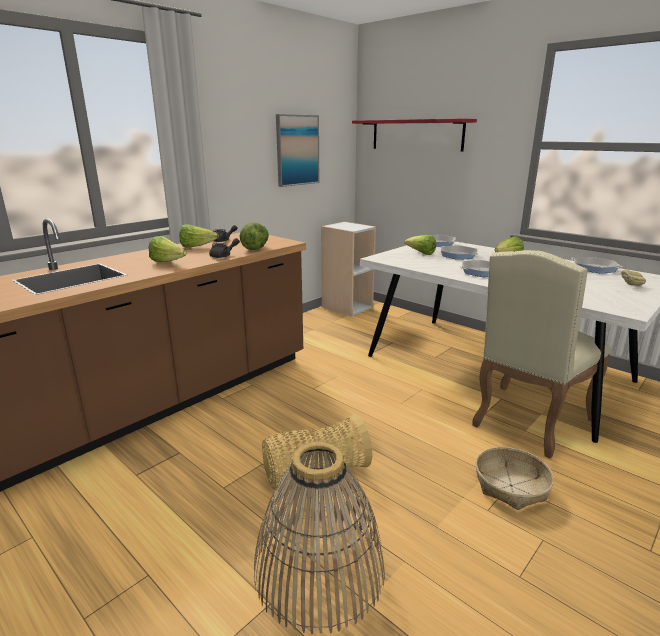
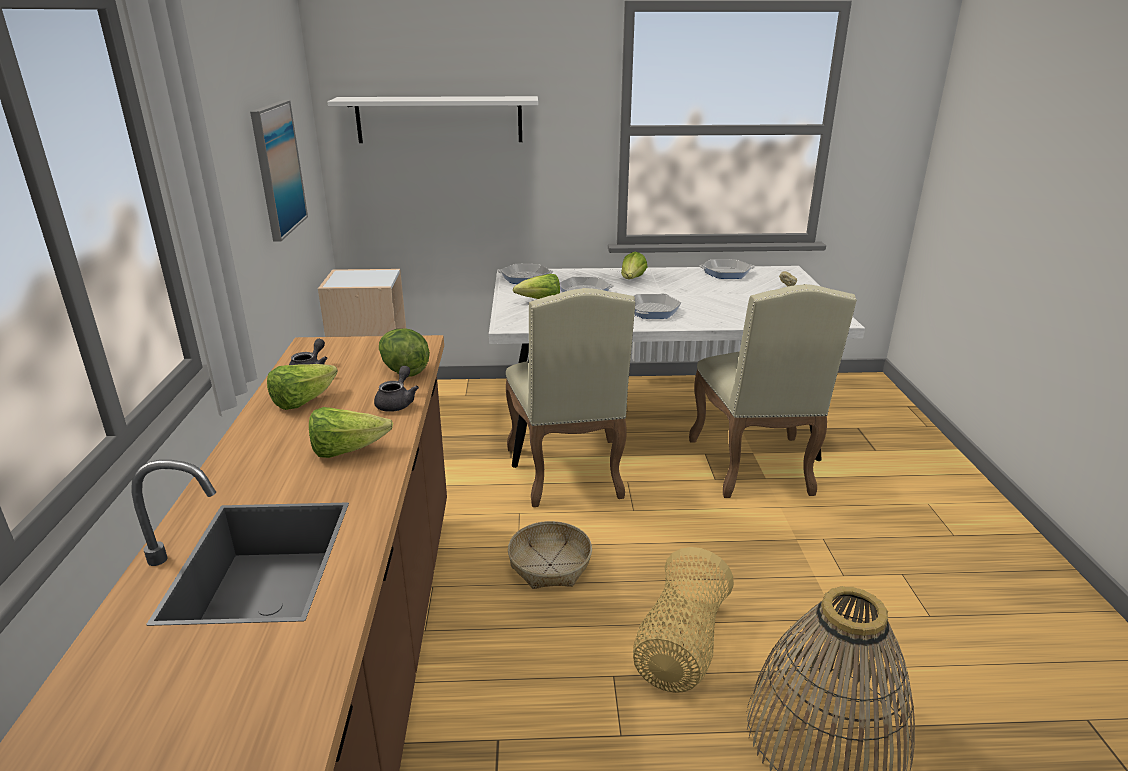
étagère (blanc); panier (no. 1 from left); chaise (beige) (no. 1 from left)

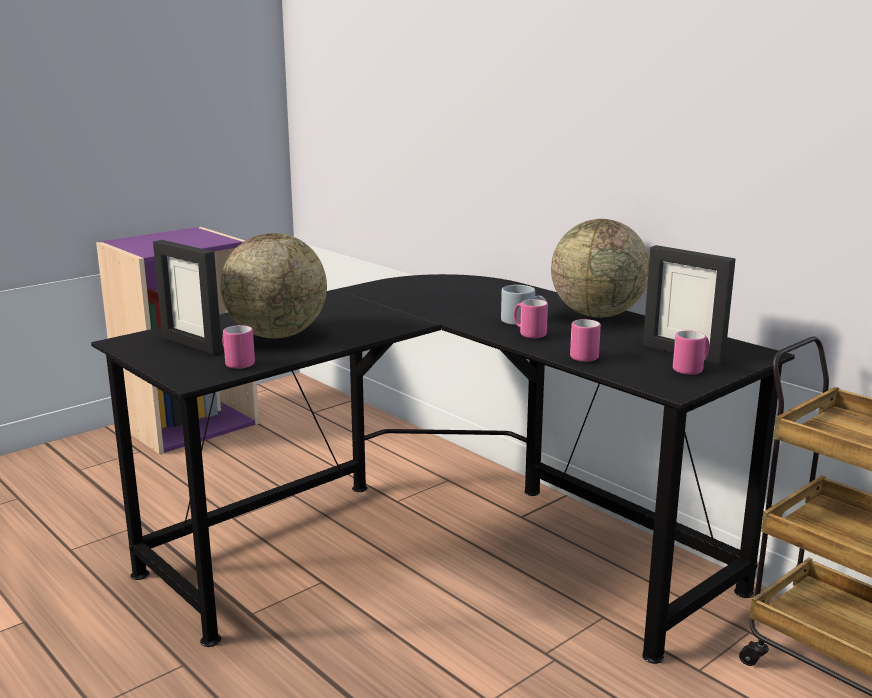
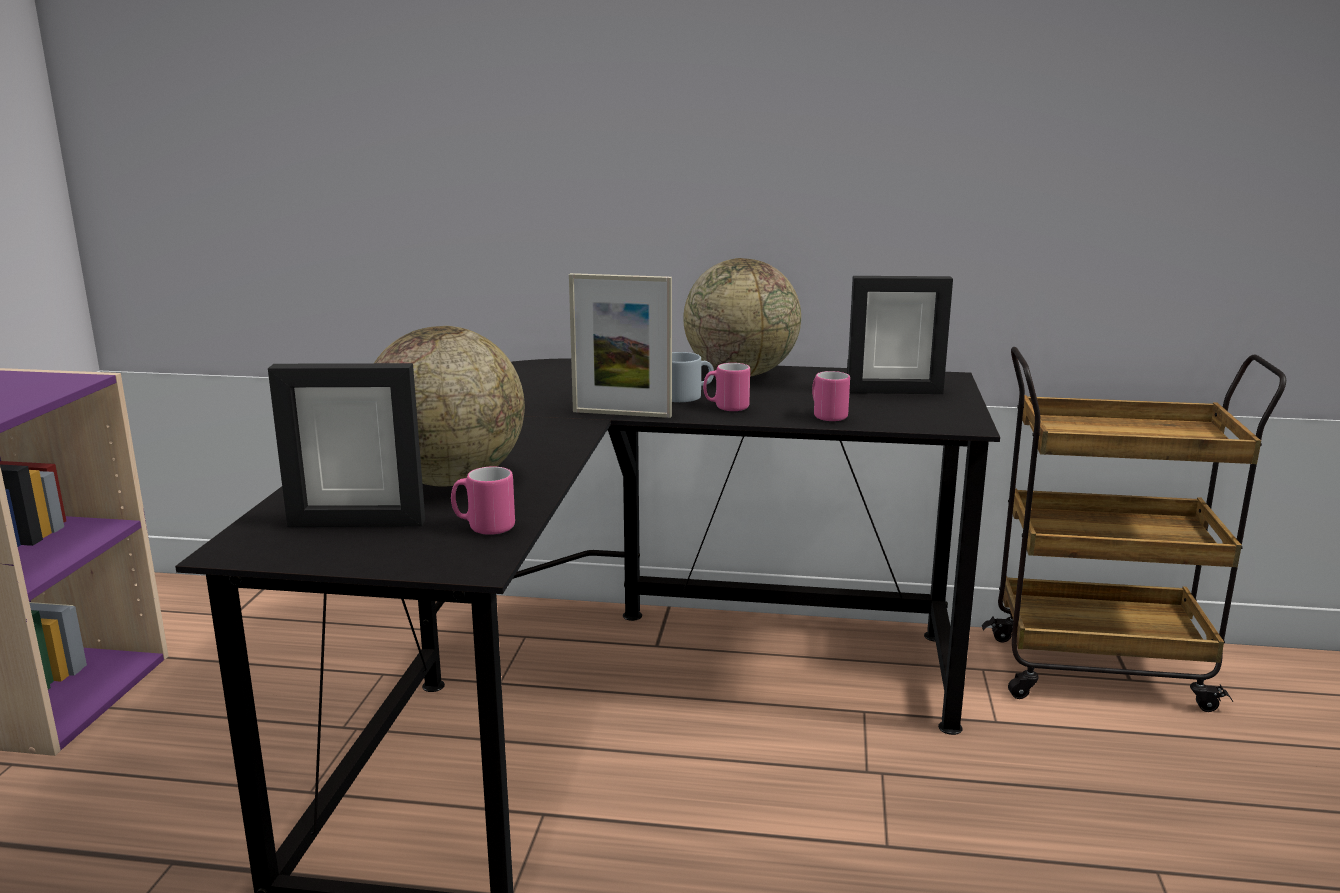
mug (rose) (no. 4 from left in the first image); cadre photo (no. 2 from left)

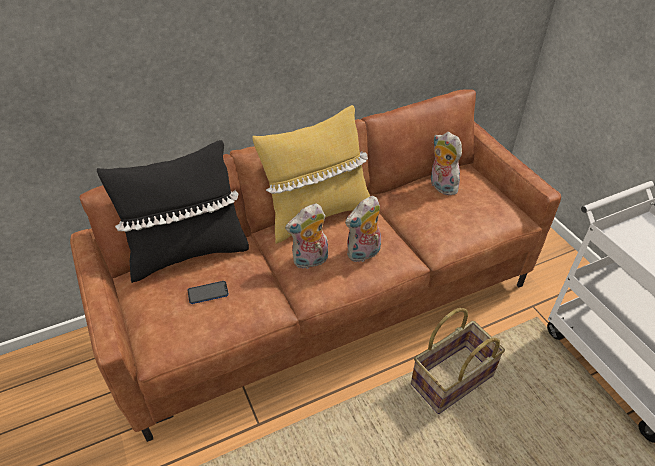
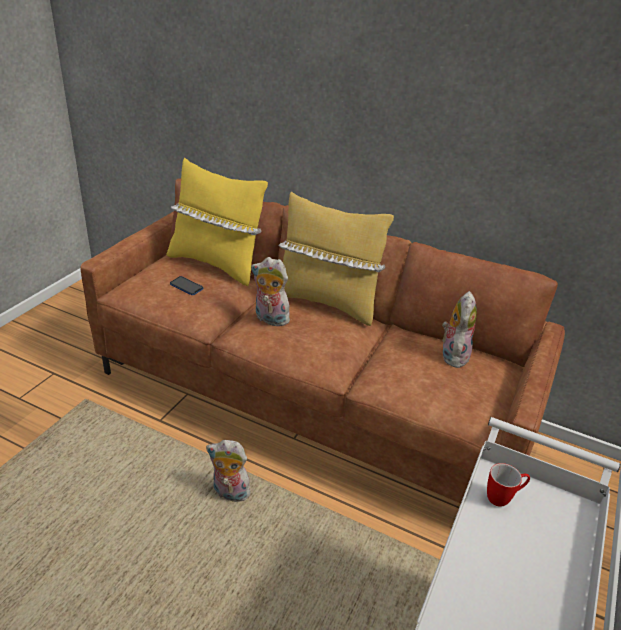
coussin (jaune) (no. 1 from left); peluche (no. 1 from left); panier; mug

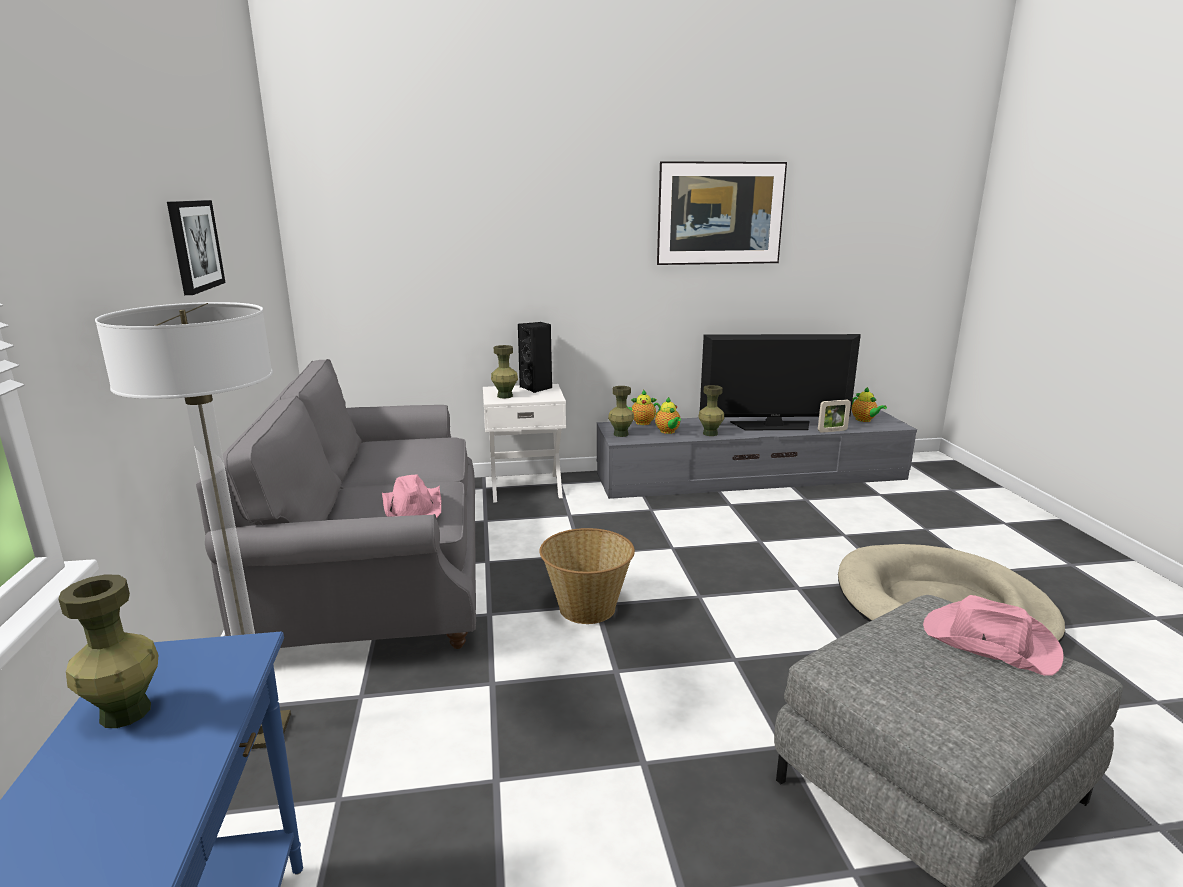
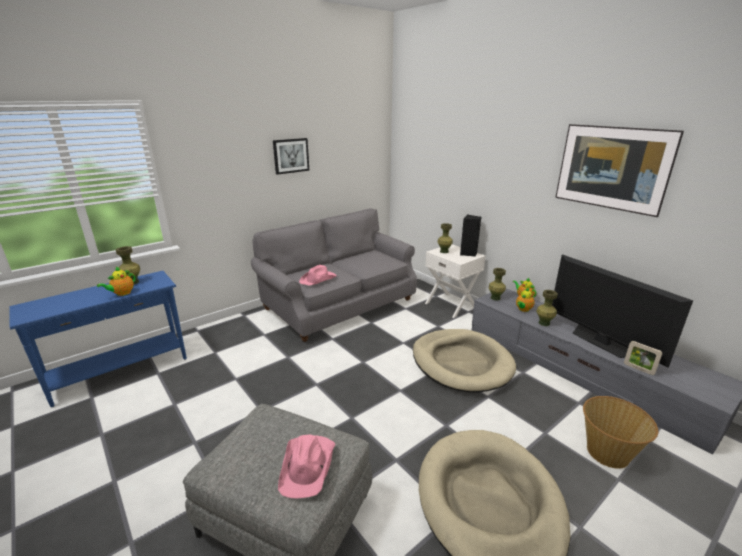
lampadaire; théière (no. 1 from left); panier; panier pour chien (beige) (no. 1 from left)

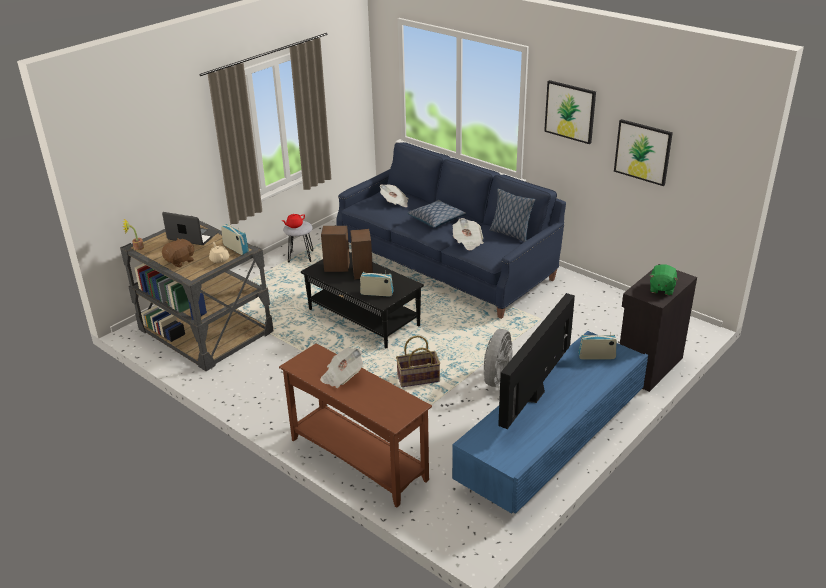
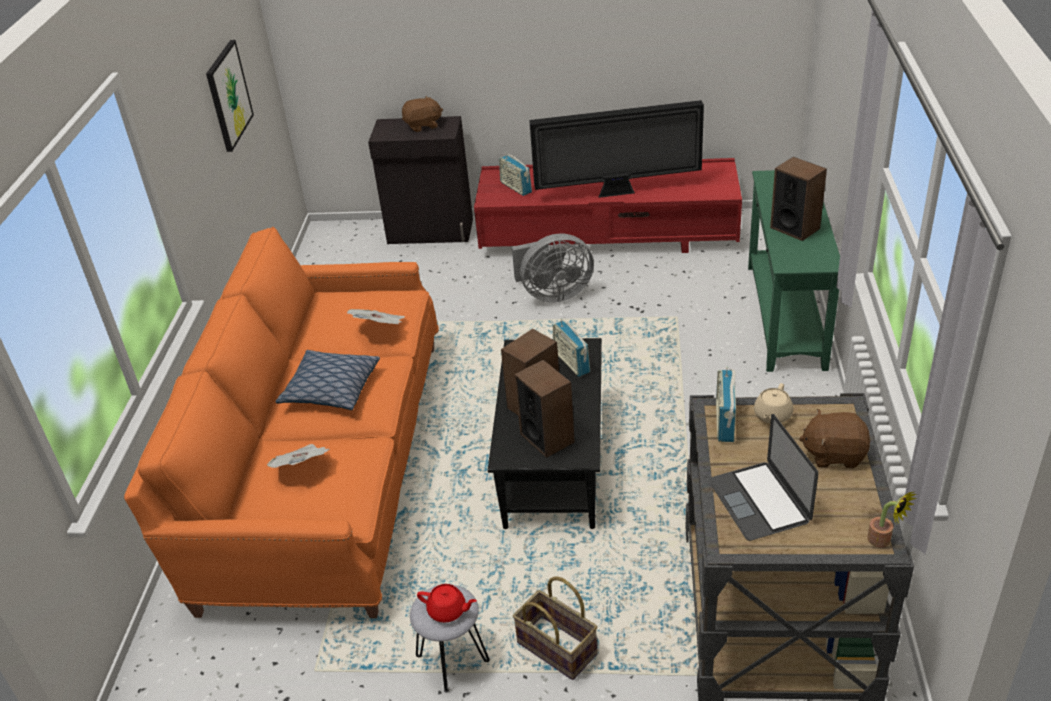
tableau (no. 1 from left in the first image); canapé (orange); coussin (no. 2 from left in the first image); peluche (marron) (no. 1 from left); meuble télé (rouge); panier; table console (vert); enceinte (no. 3 from left)

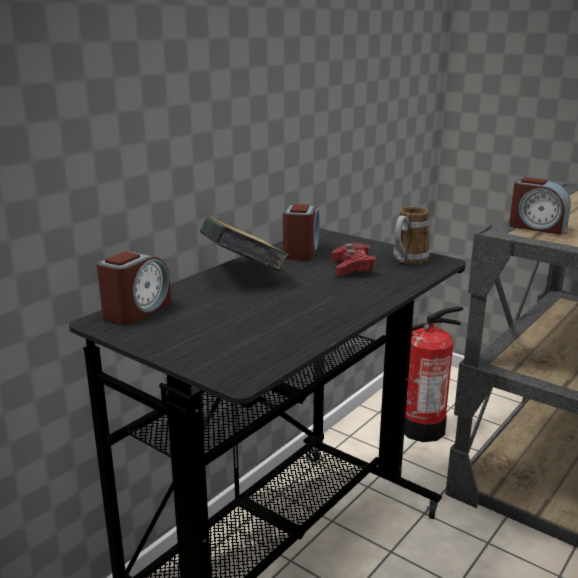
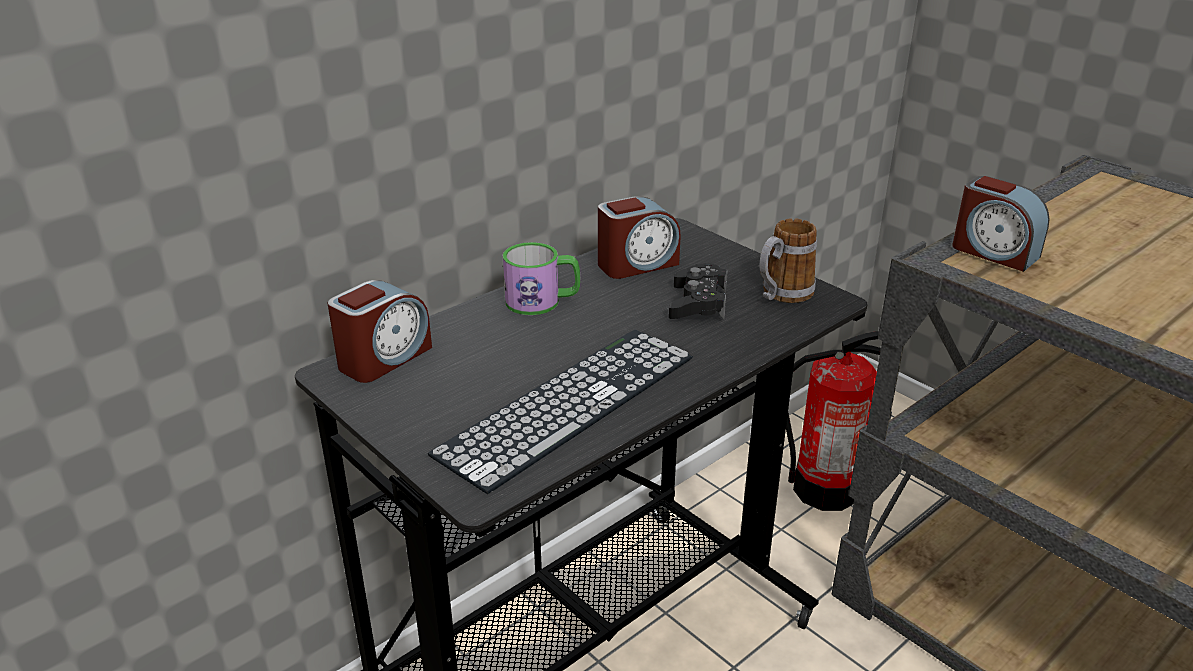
réveil (no. 2 from left); mug (no. 1 from left); manette (noir); clavier

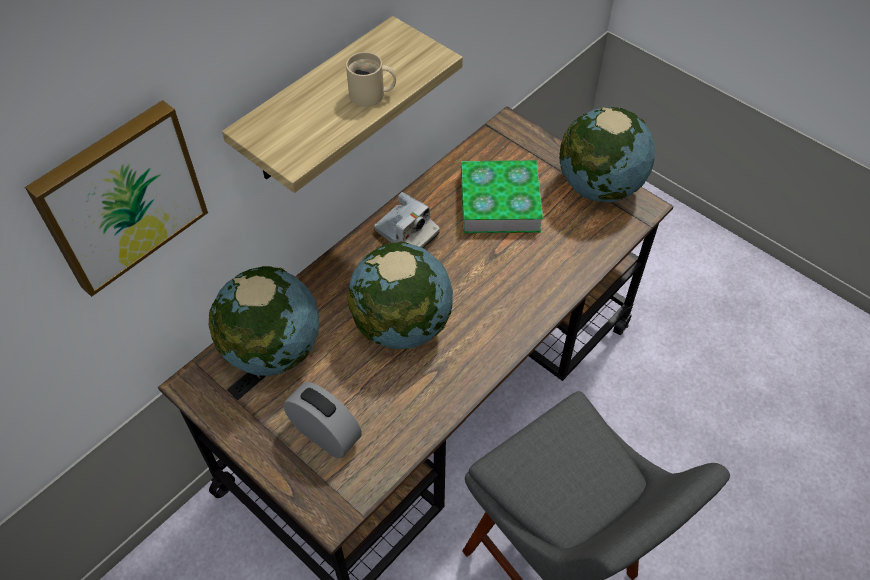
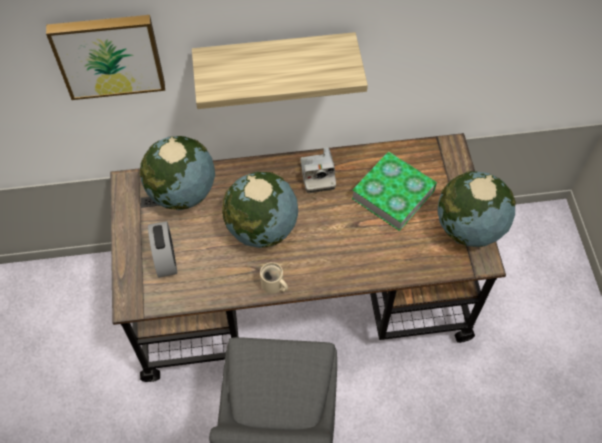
mug (beige)

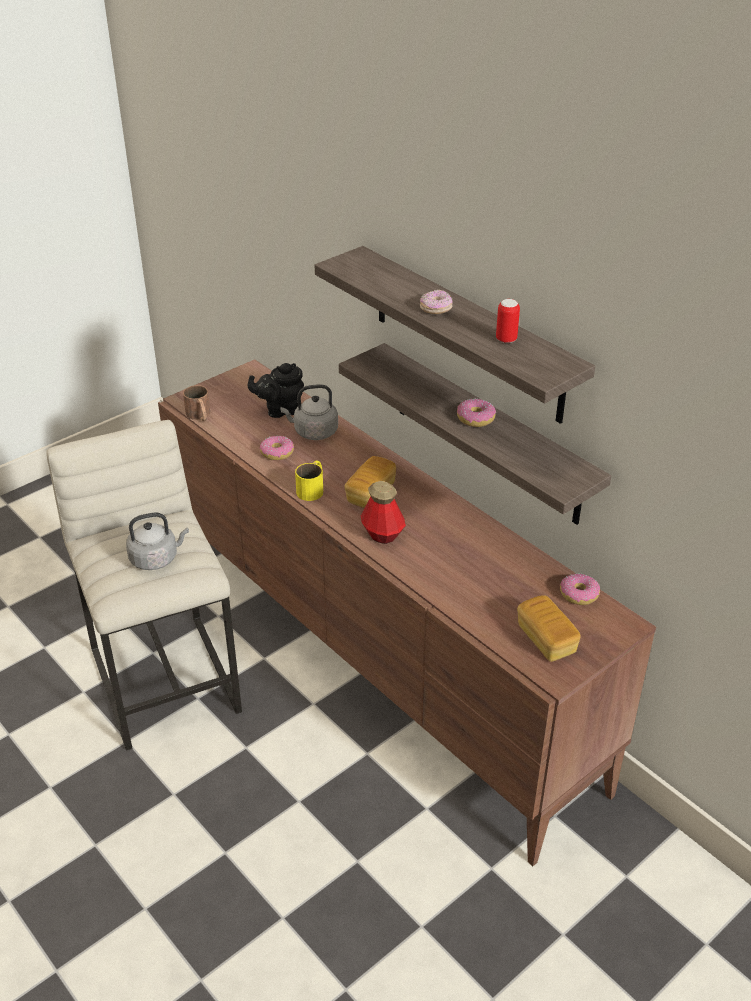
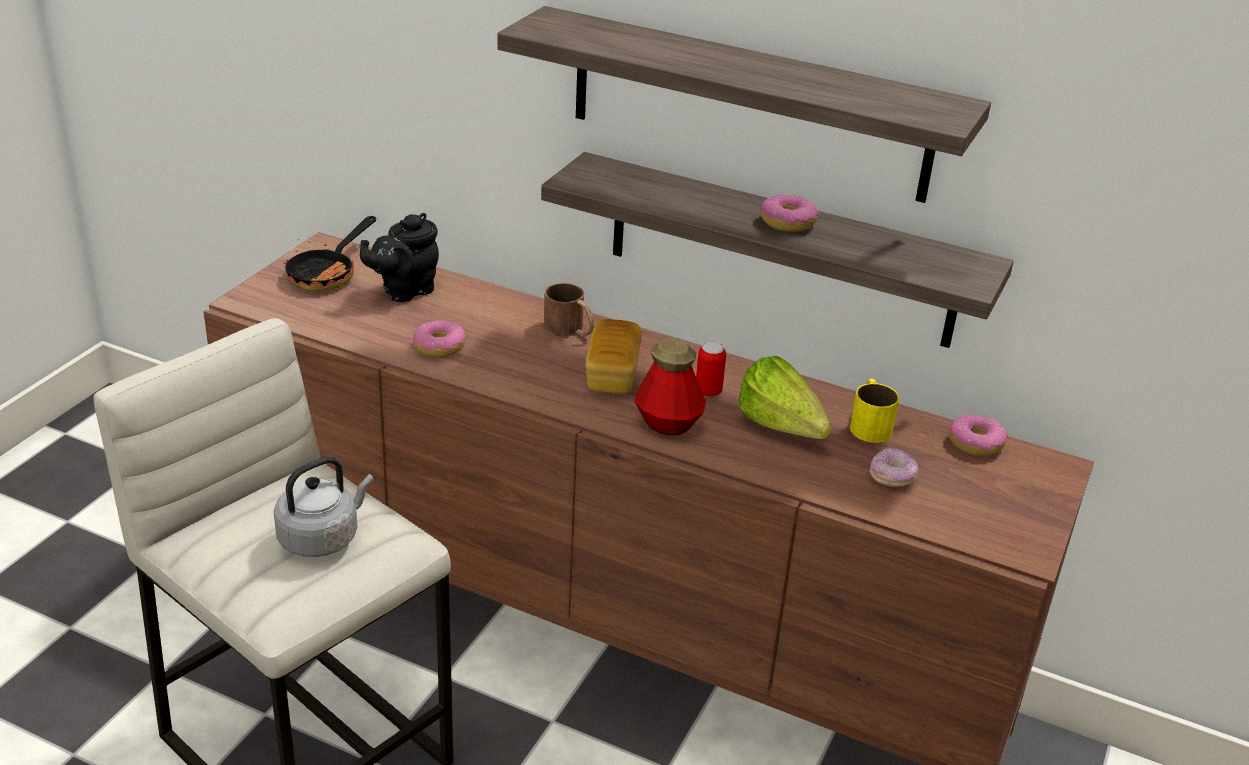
beignet (no. 3 from left); boîte métallique; bouilloire (gris) (no. 2 from left in the first image); mug (marron); mug (jaune); pain (no. 2 from left in the first image); poêle; laitue

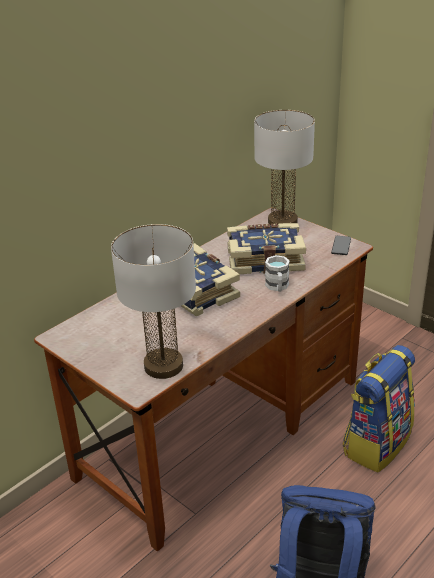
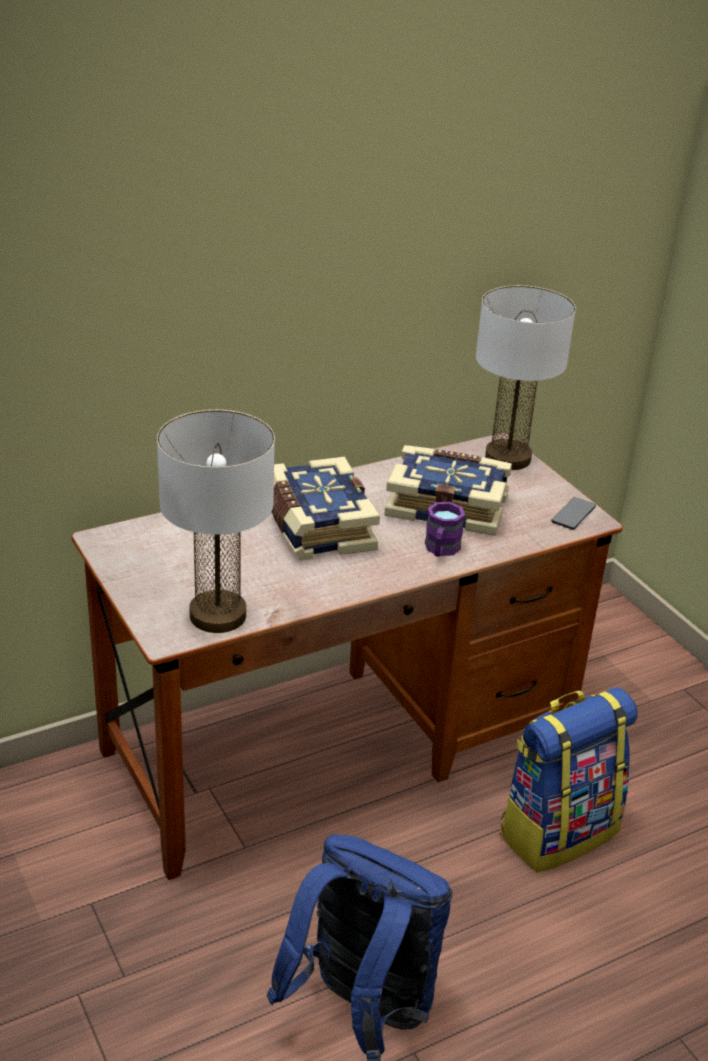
mug (violet)

